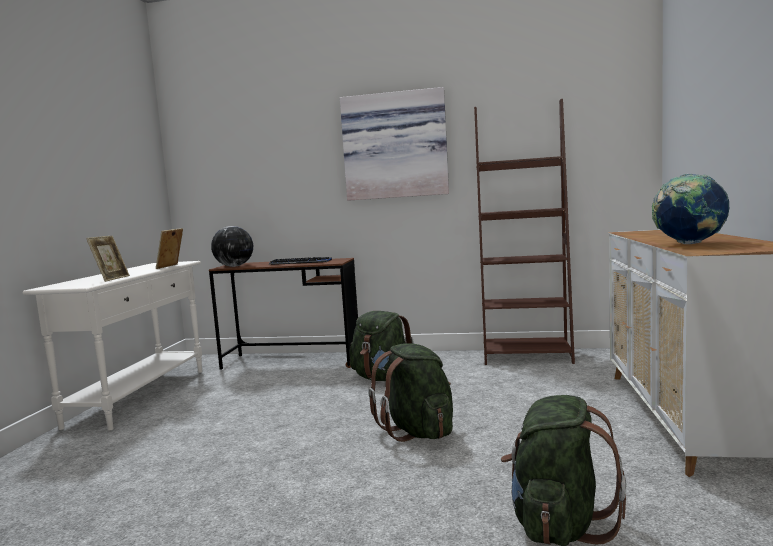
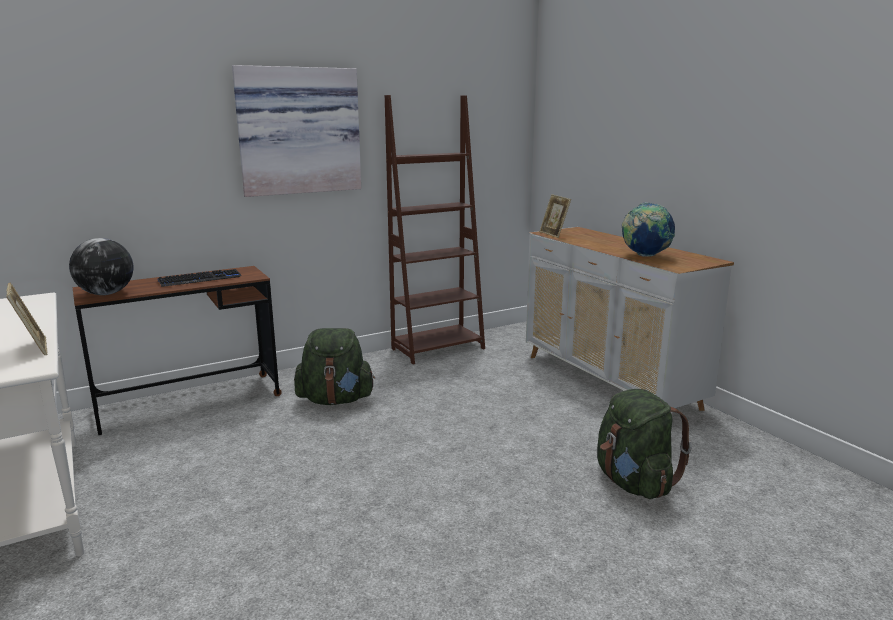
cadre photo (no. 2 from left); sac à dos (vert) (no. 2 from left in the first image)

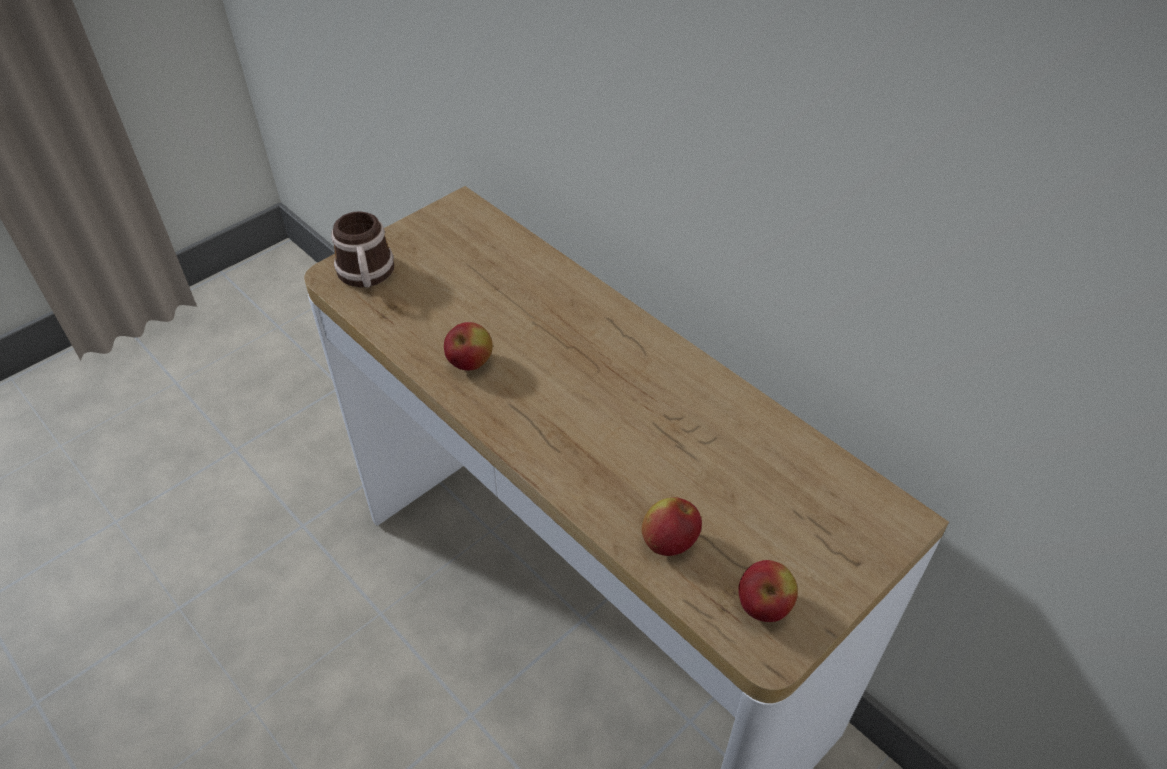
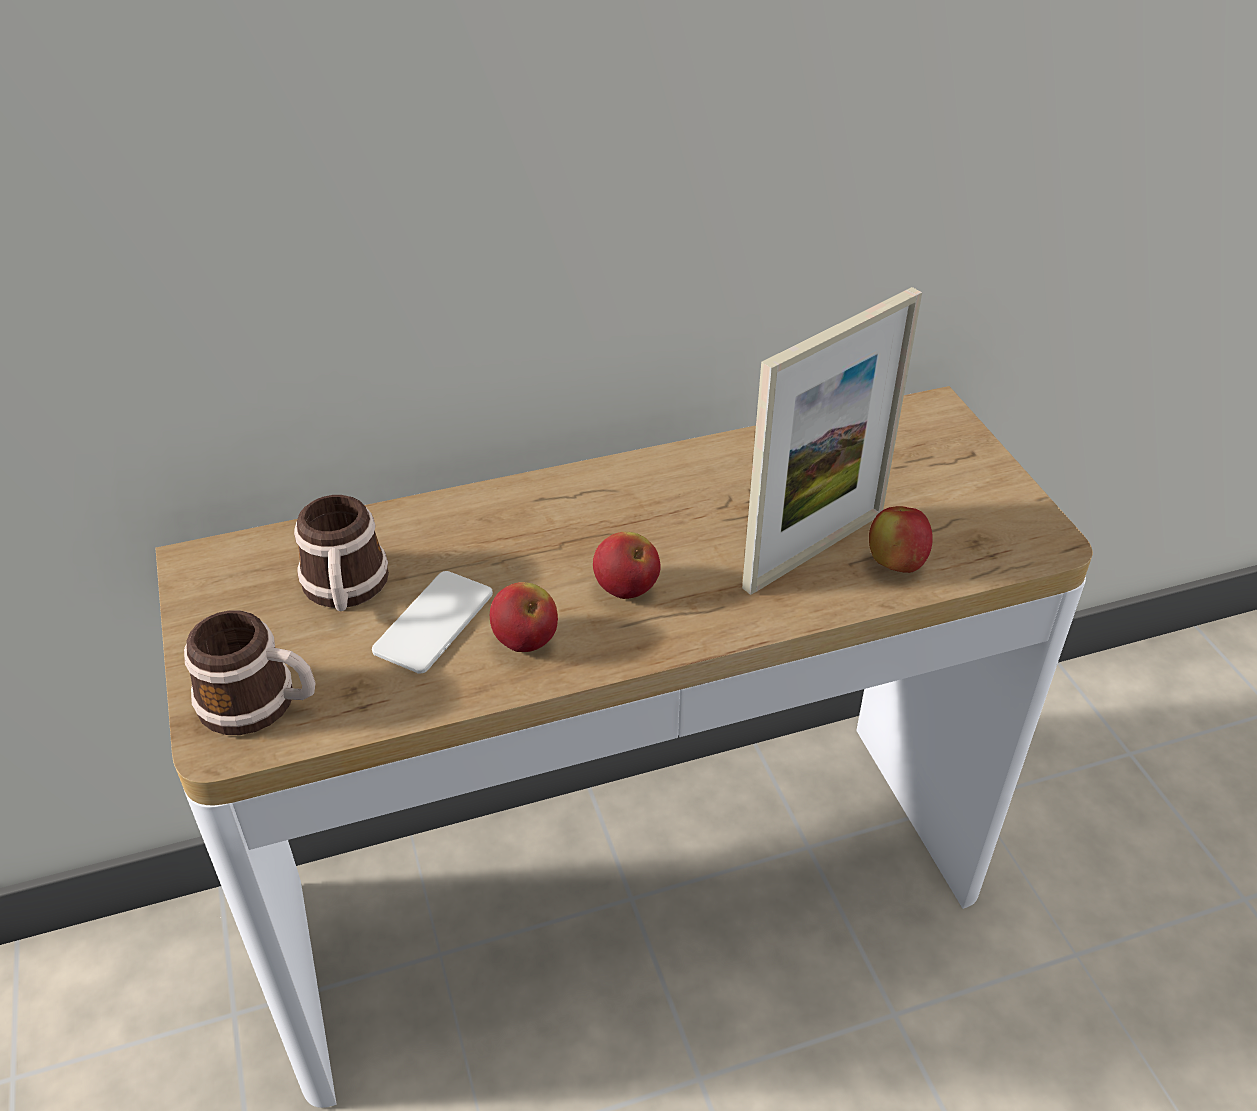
pomme (no. 2 from left); cadre photo; mug (no. 2 from left); téléphone

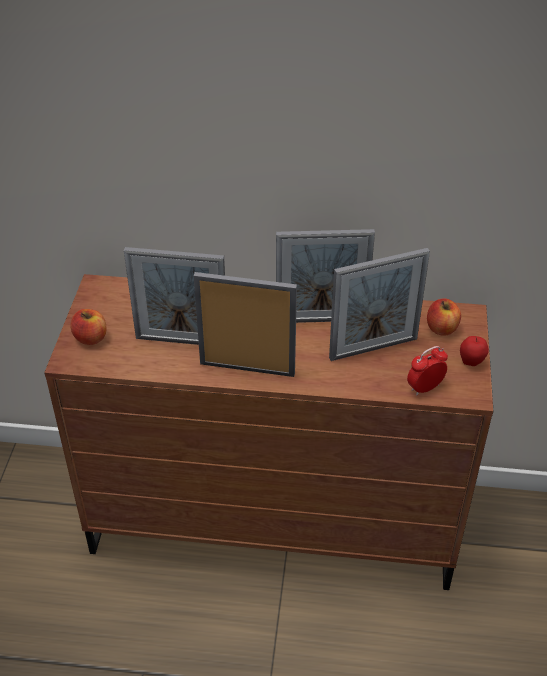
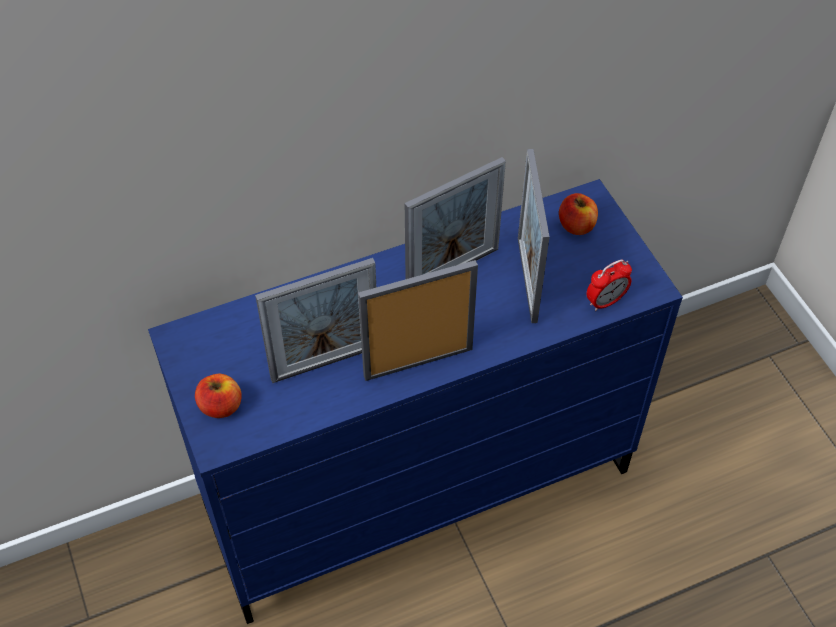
cadre photo (no. 4 from left); commode (bleu); pomme (no. 3 from left in the first image); réveil

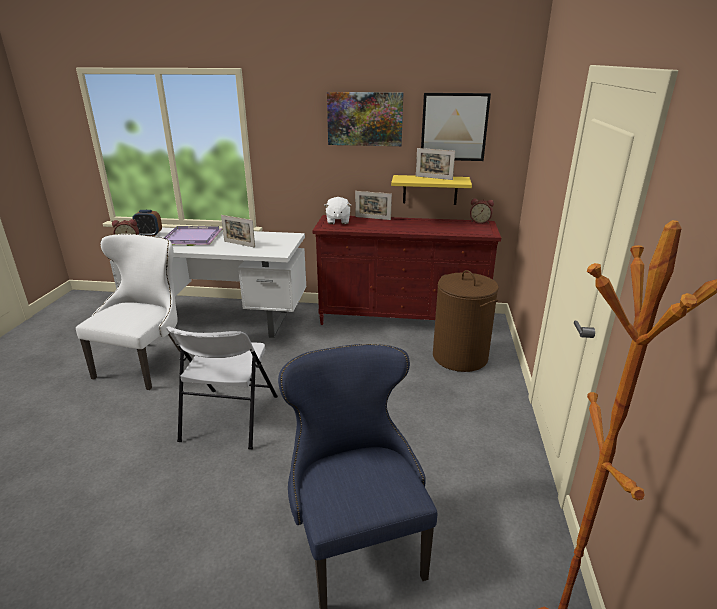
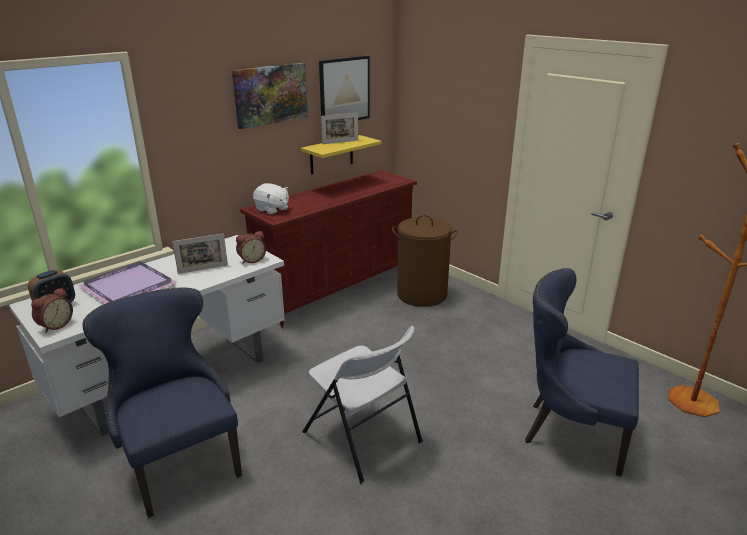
cadre photo (no. 2 from left in the first image); réveil (no. 3 from left); chaise (bleu) (no. 1 from left)

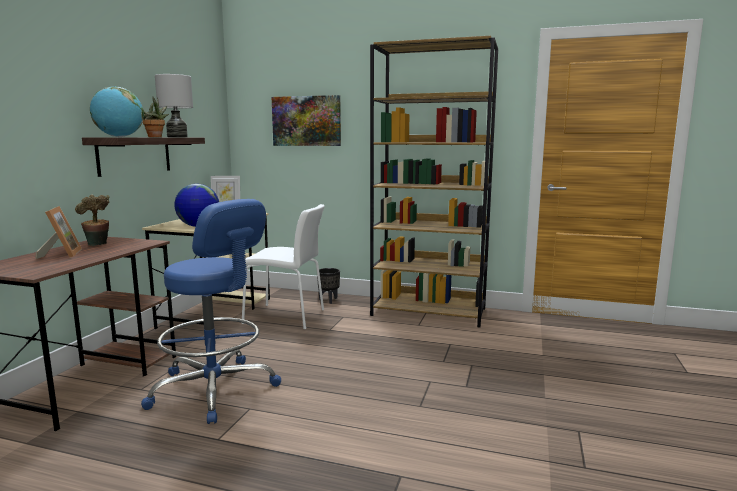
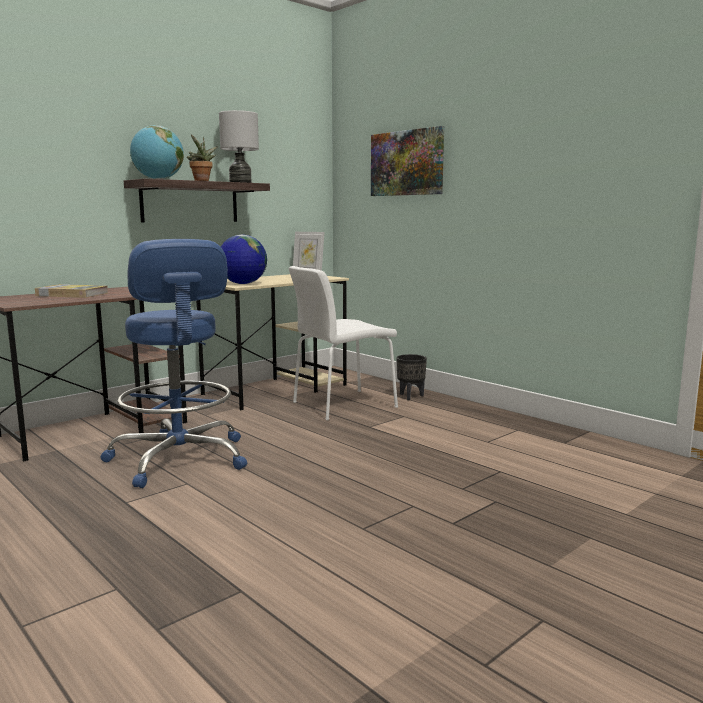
bibliothèque (marron); plante en pot (no. 1 from left in the first image); chaise (blanc); livre

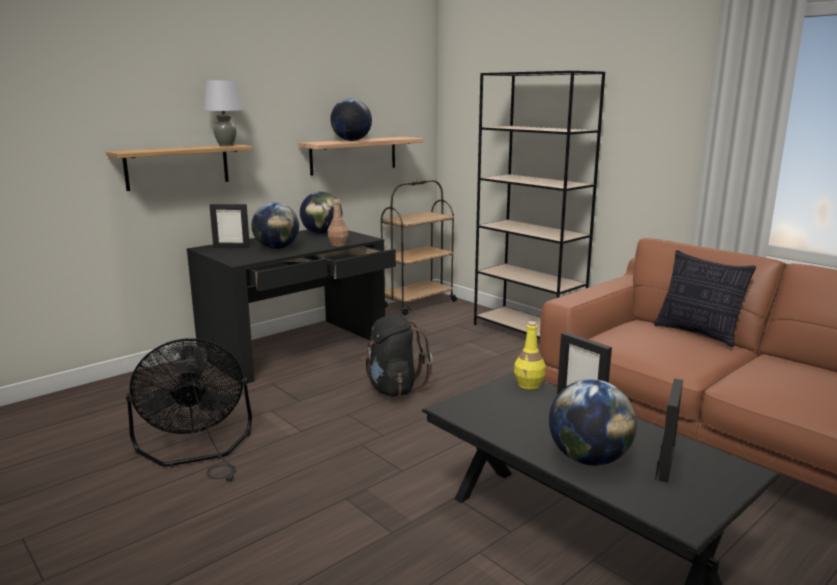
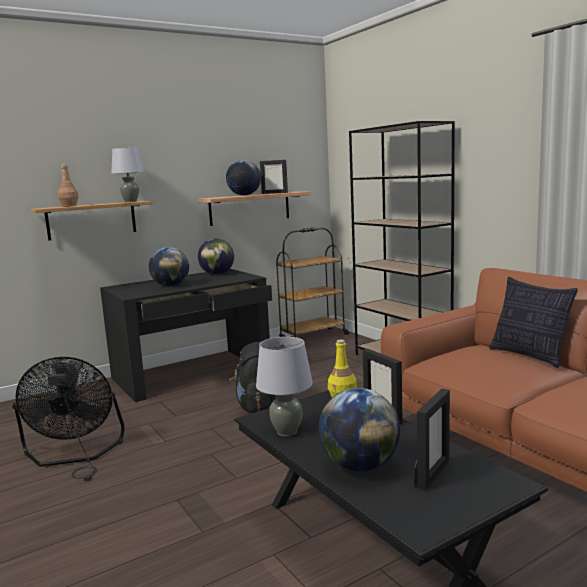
bouteille (marron); cadre photo (no. 1 from left); lampe de table (gris) (no. 2 from left)

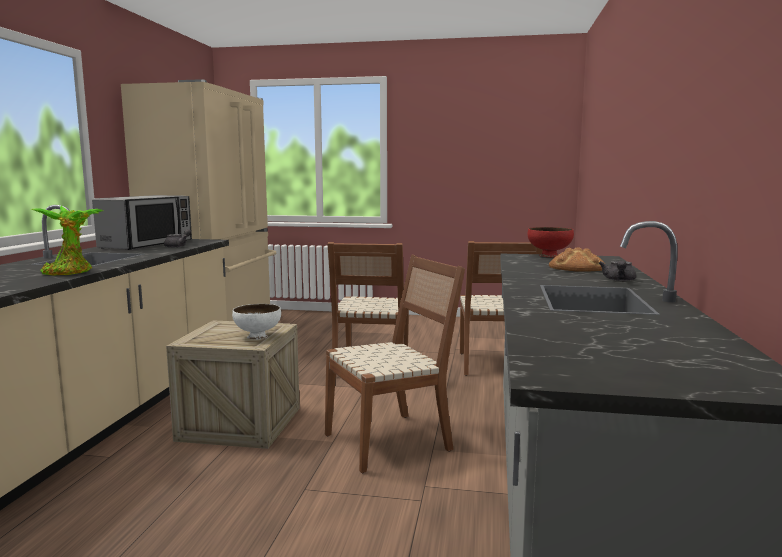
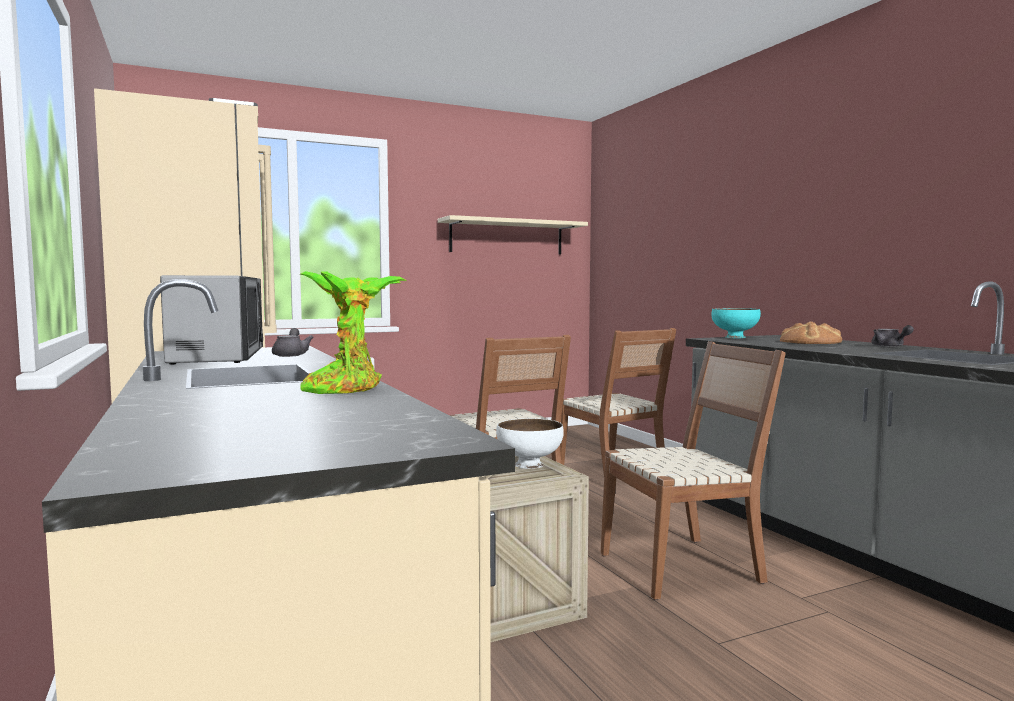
bol (turquoise); chaise (no. 3 from left); étagère (beige)

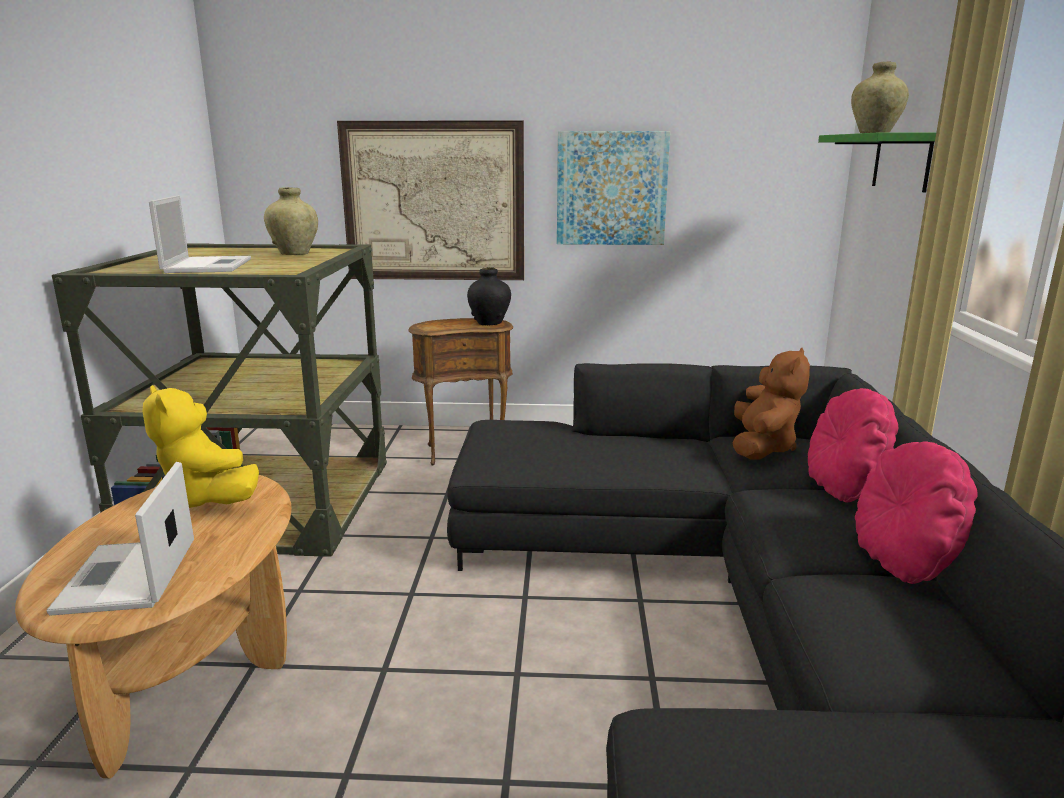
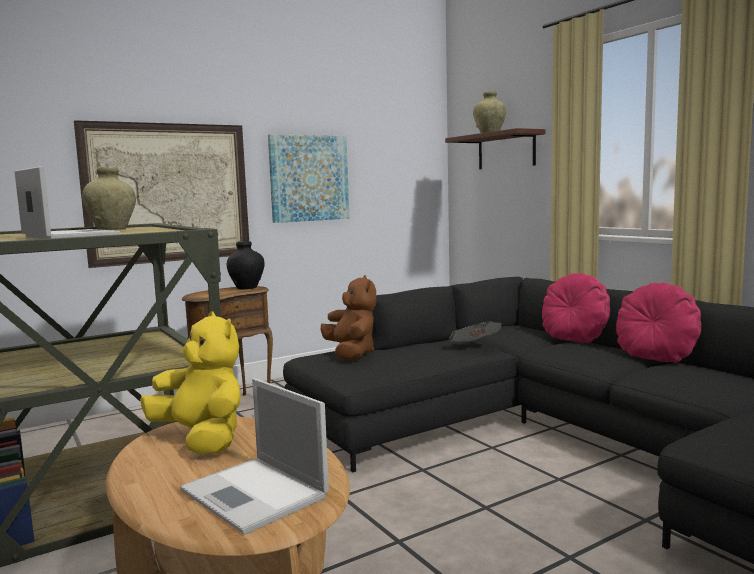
étagère (marron); peluche (marron); peluche (jaune); journal

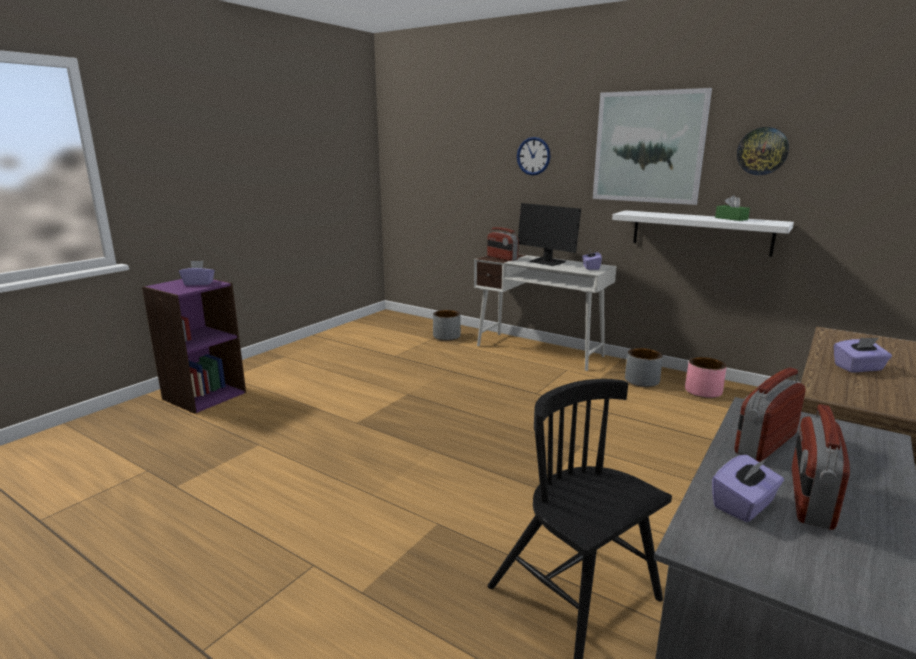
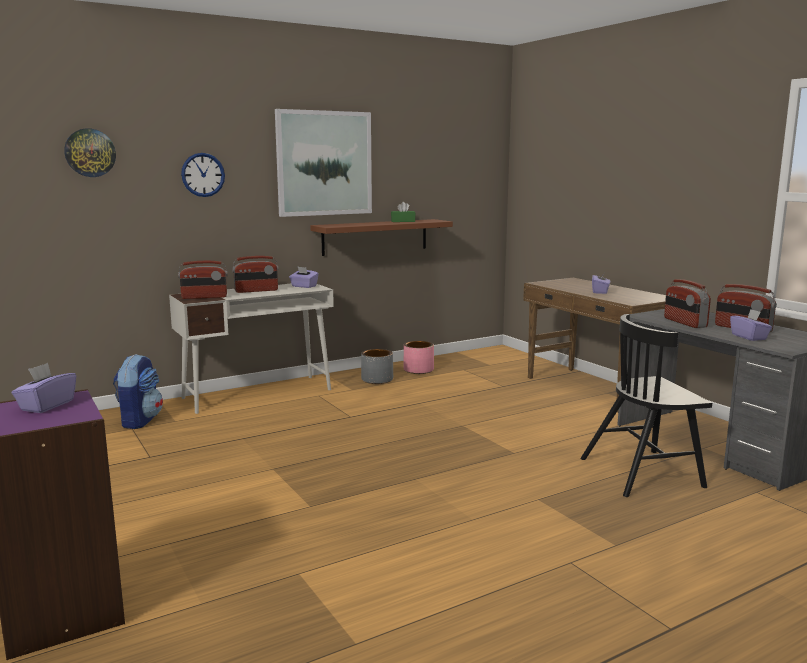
horloge murale (no. 1 from left); radio (no. 2 from left); étagère (marron); sac à dos

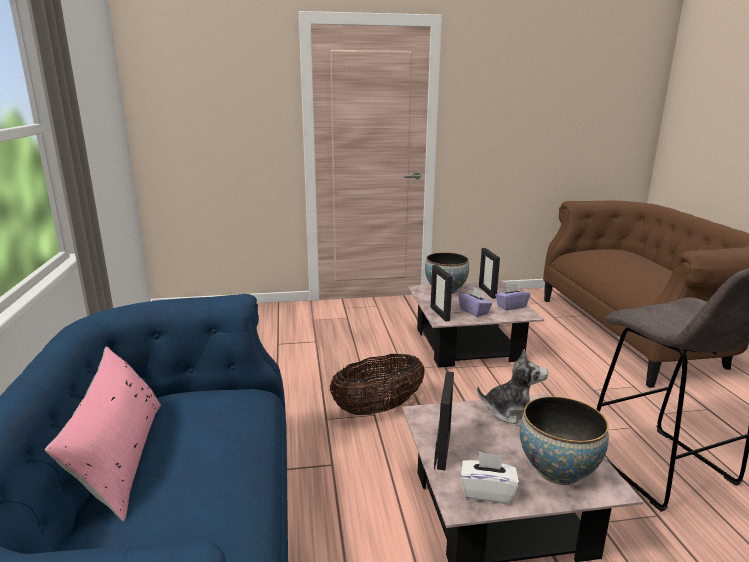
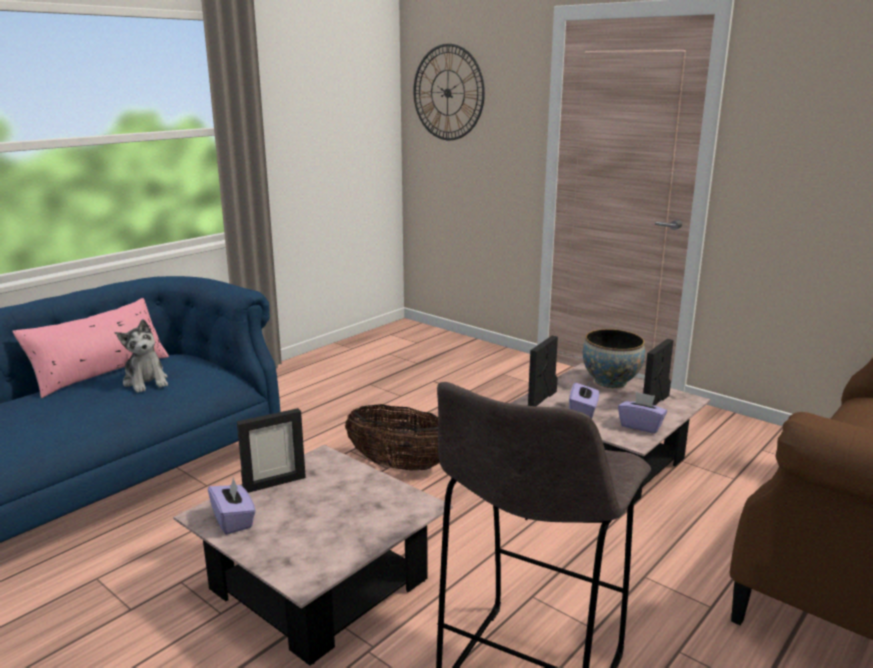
peluche; bol (no. 2 from left in the first image); boîte à mouchoirs (violet) (no. 1 from left); horloge murale

